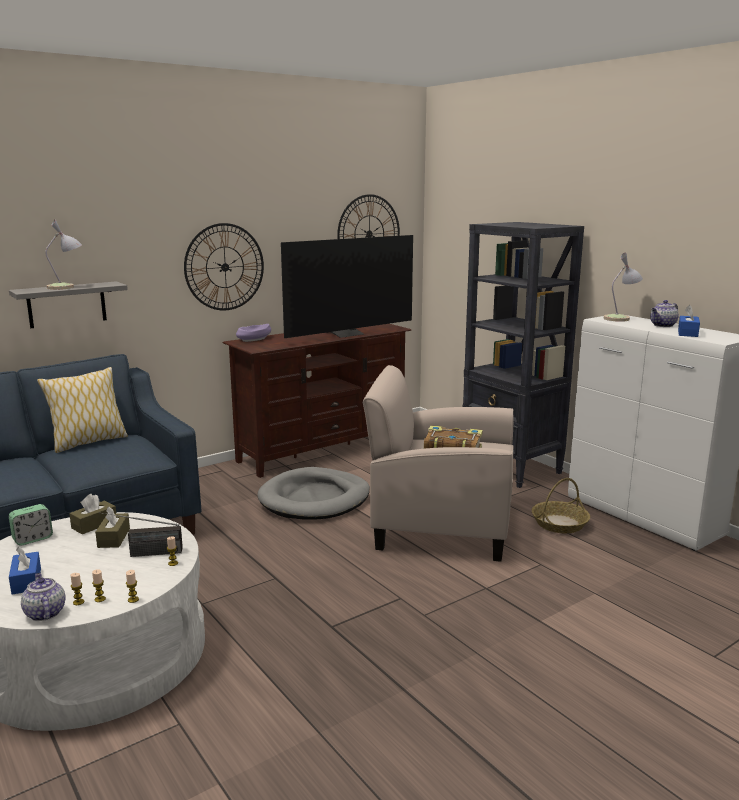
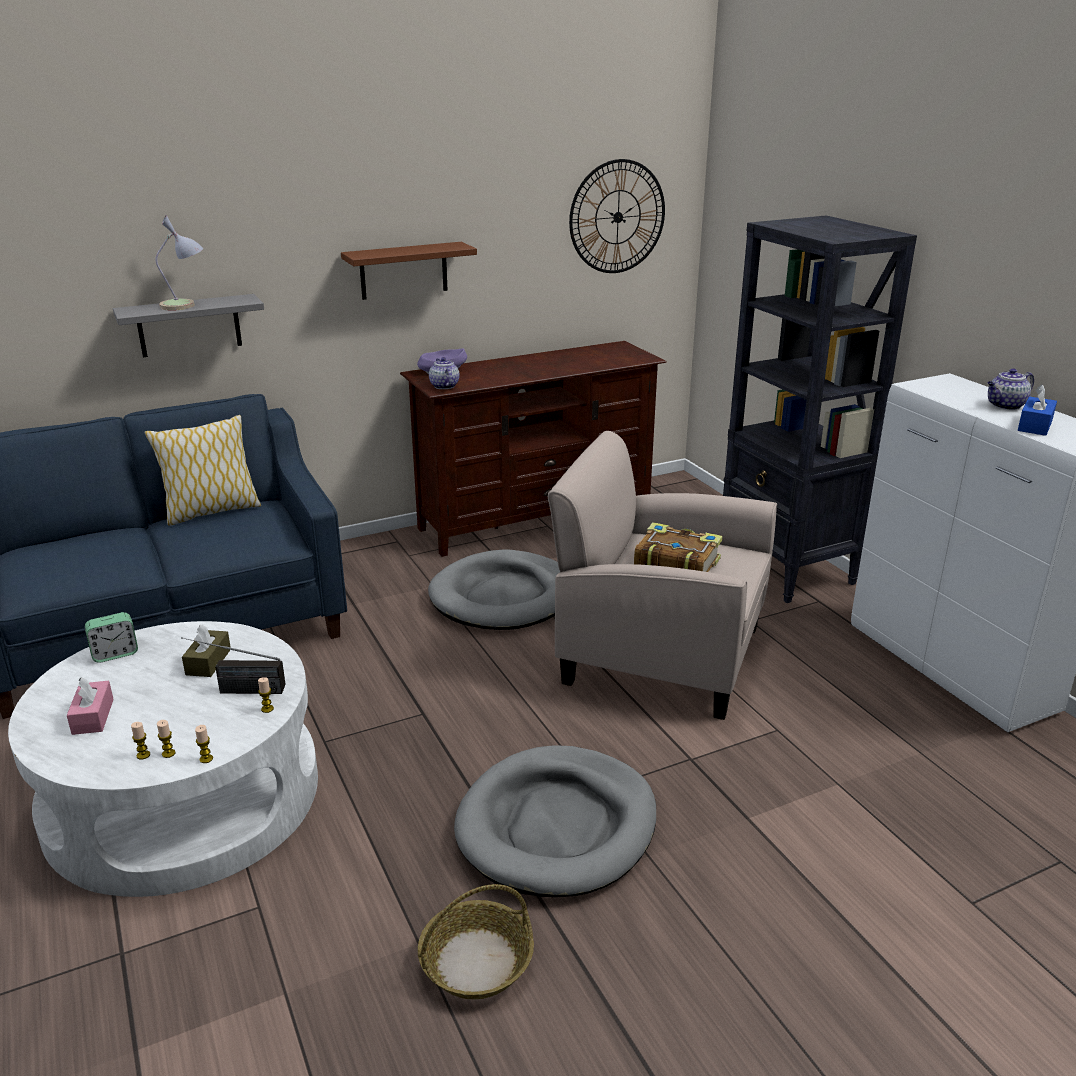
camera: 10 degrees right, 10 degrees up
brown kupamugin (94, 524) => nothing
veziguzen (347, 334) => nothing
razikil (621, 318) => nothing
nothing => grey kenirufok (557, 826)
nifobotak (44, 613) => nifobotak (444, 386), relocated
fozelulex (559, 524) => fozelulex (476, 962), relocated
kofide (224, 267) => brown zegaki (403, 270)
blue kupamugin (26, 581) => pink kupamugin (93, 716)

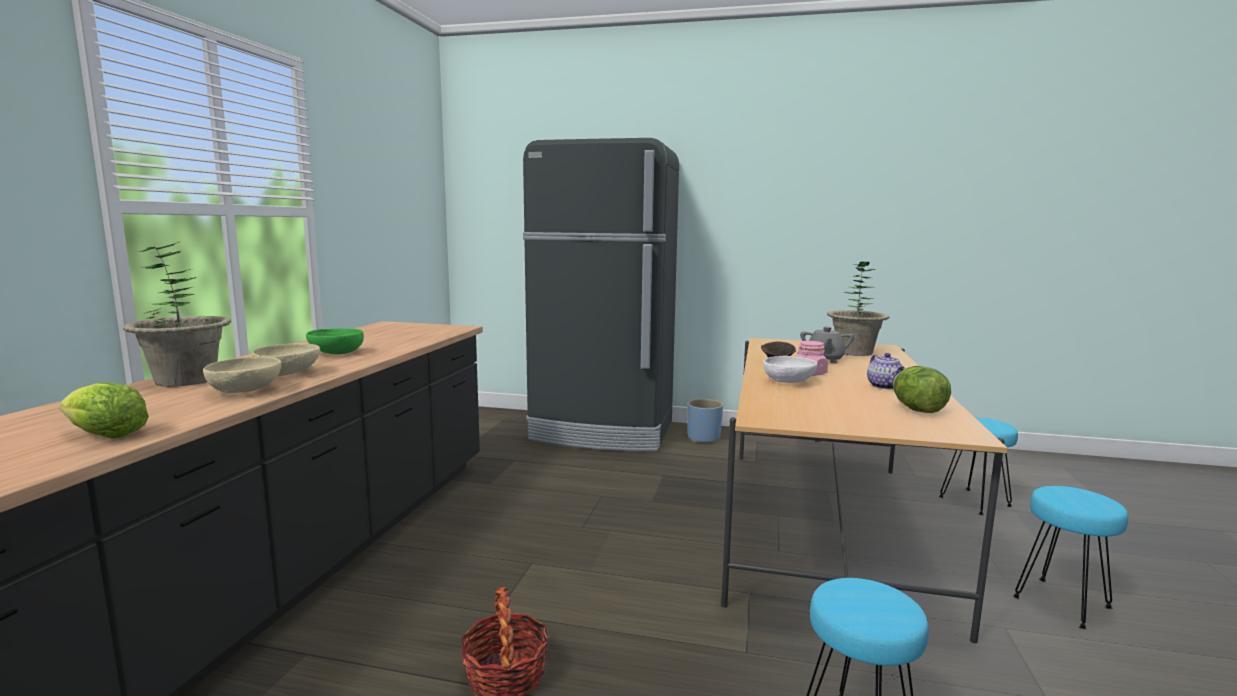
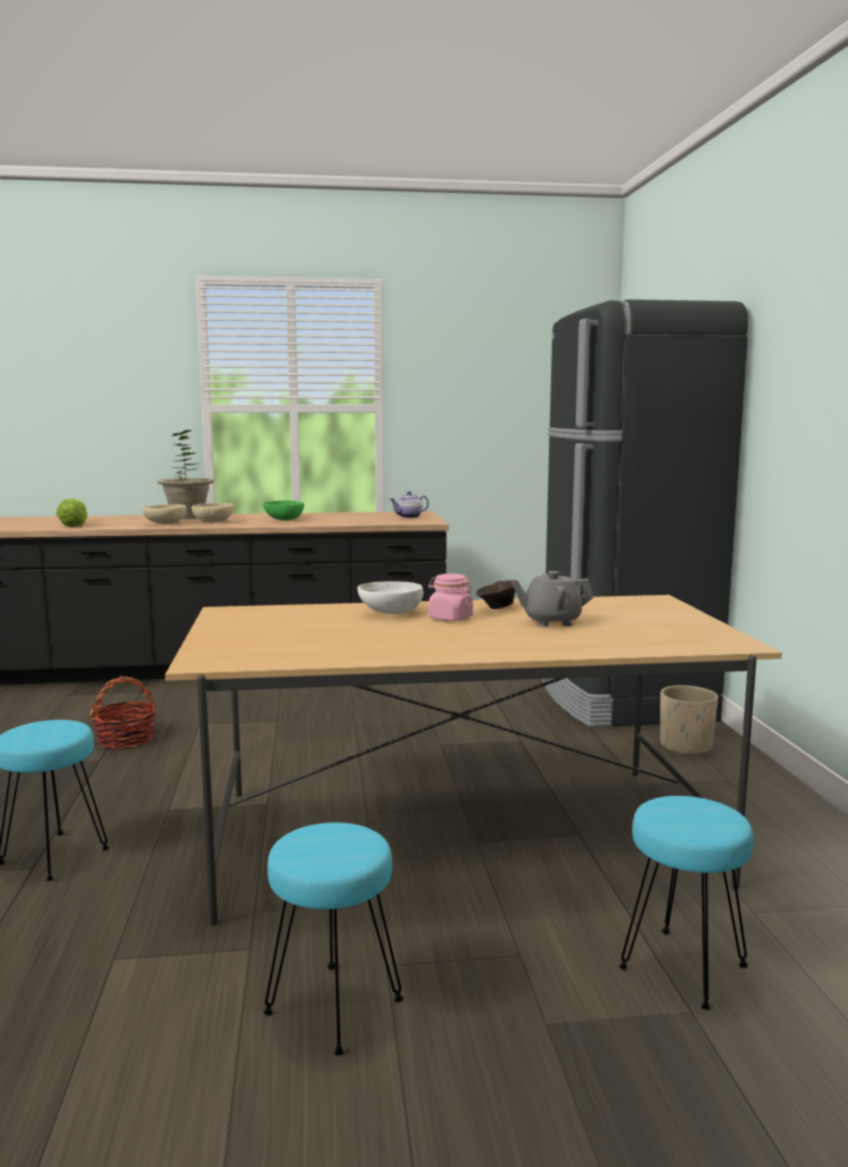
camera: 70 degrees right, 0 degrees up
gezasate (854, 352) => nothing
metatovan (917, 410) => nothing
nifobotak (885, 386) => nifobotak (409, 517), relocated
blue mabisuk (704, 438) => beige mabisuk (685, 747)

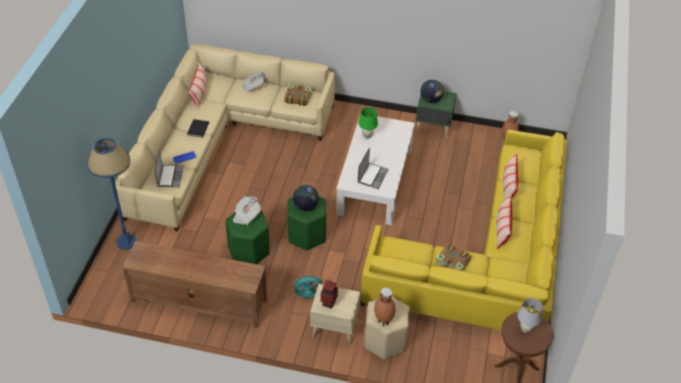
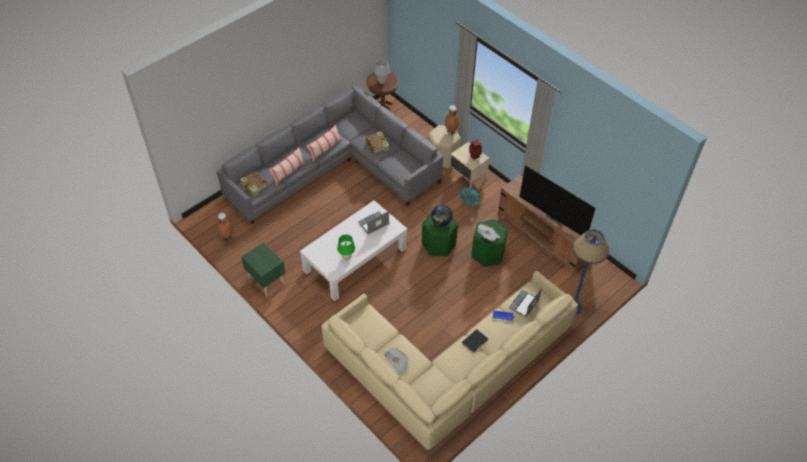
camera: 145 degrees left, 5 degrees up
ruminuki (200, 93) => nothing
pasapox (431, 100) => nothing
nothing => veziguzen (555, 217)
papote (297, 98) => papote (254, 186), relocated
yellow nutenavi (488, 259) => grey nutenavi (335, 168)

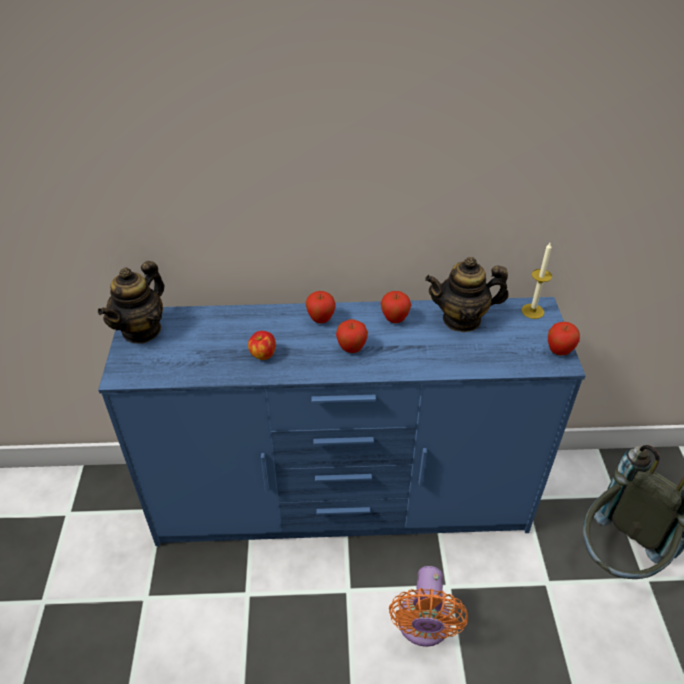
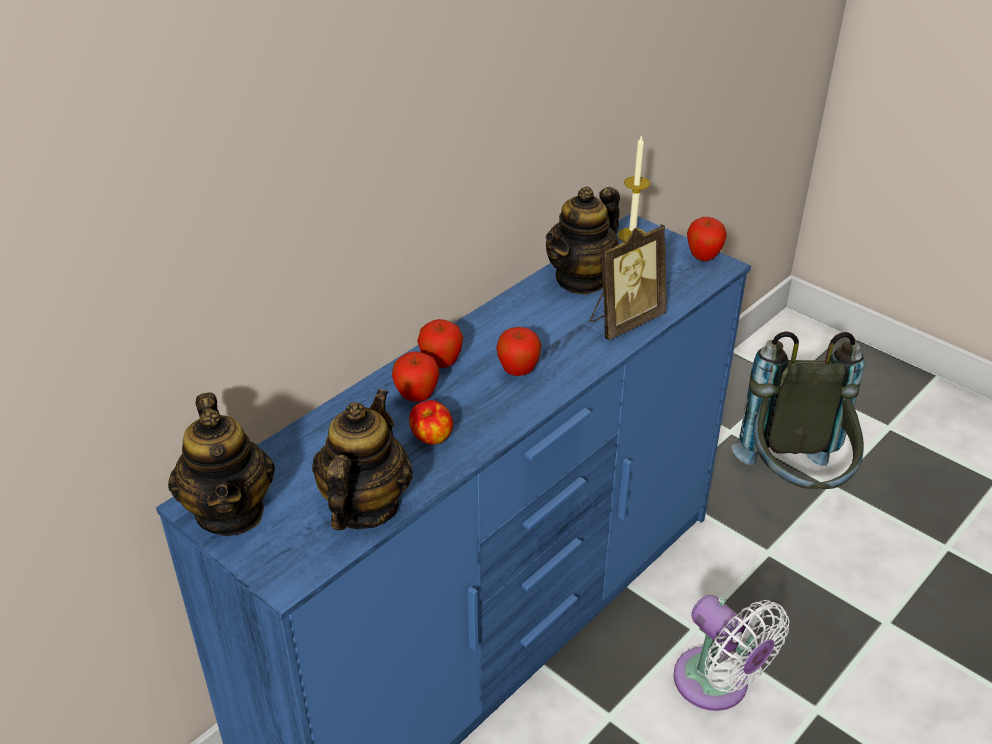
camera: 45 degrees left, 5 degrees down
nothing => nifobotak (364, 507)
nothing => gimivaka (624, 321)
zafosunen (394, 320) => zafosunen (417, 397), relocated
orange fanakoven (423, 626) => white fanakoven (717, 685)

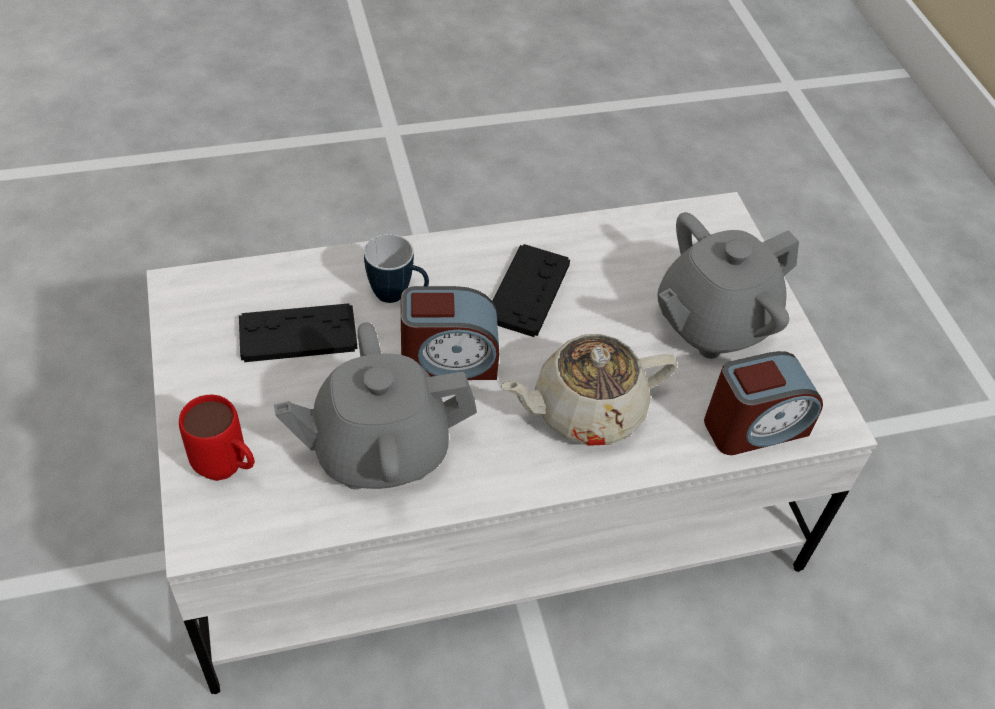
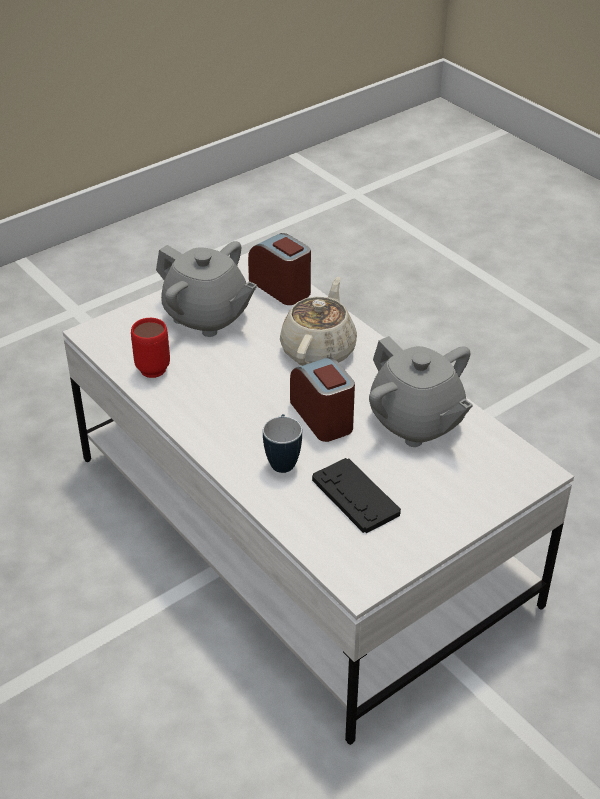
camera: 110 degrees left, 10 degrees down
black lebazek (528, 291) => nothing
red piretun (228, 470) => red piretun (155, 365), relocated
beige nifobotak (585, 410) => beige nifobotak (319, 350), 120 degrees counterclockwise

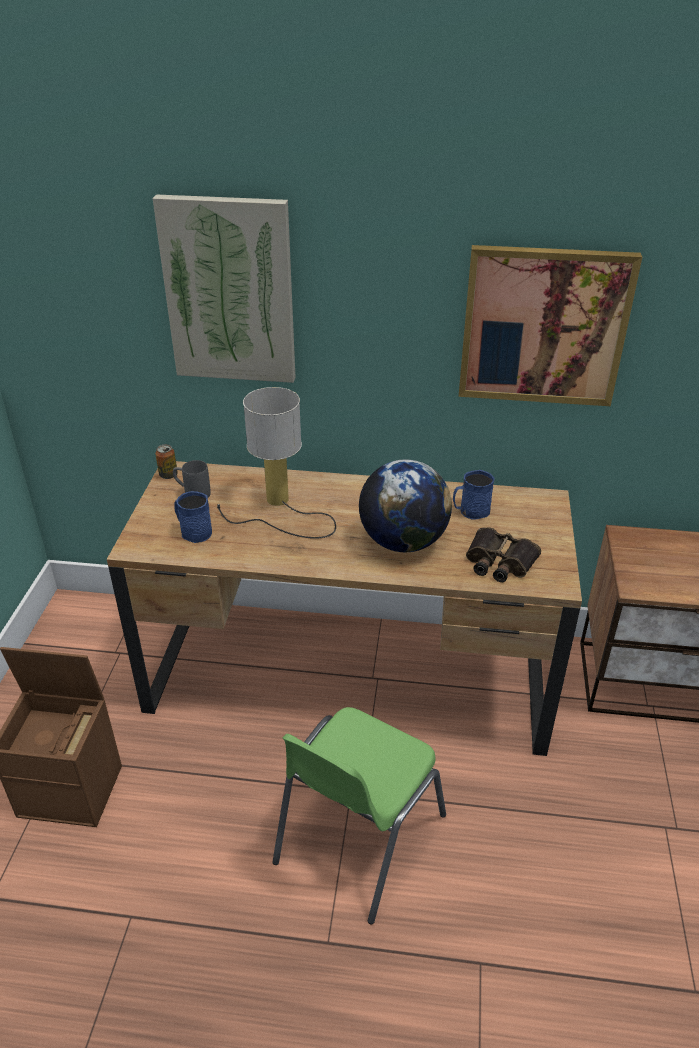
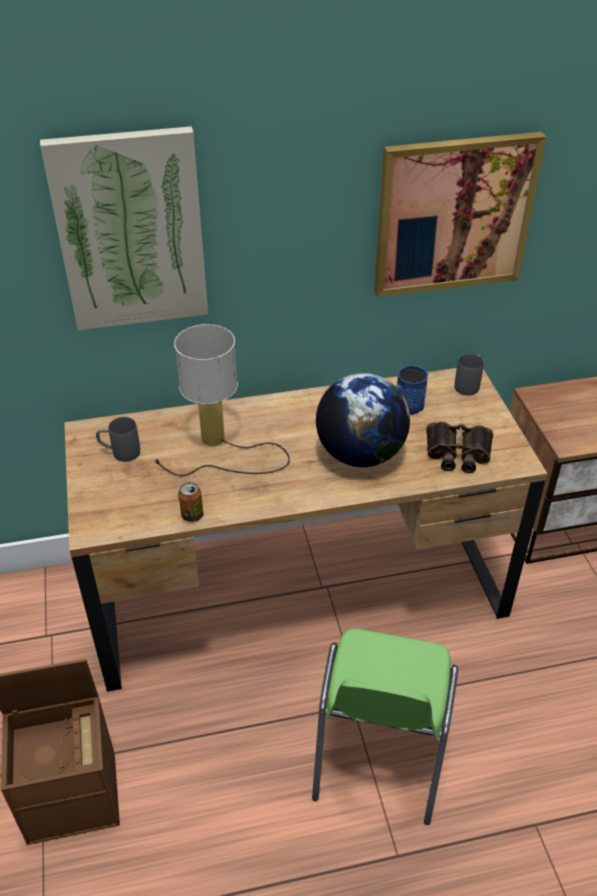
camera: 20 degrees left, 5 degrees up
blue piretun (193, 531) => nothing
nothing => grey piretun (469, 384)
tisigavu (168, 475) => tisigavu (192, 515), relocated

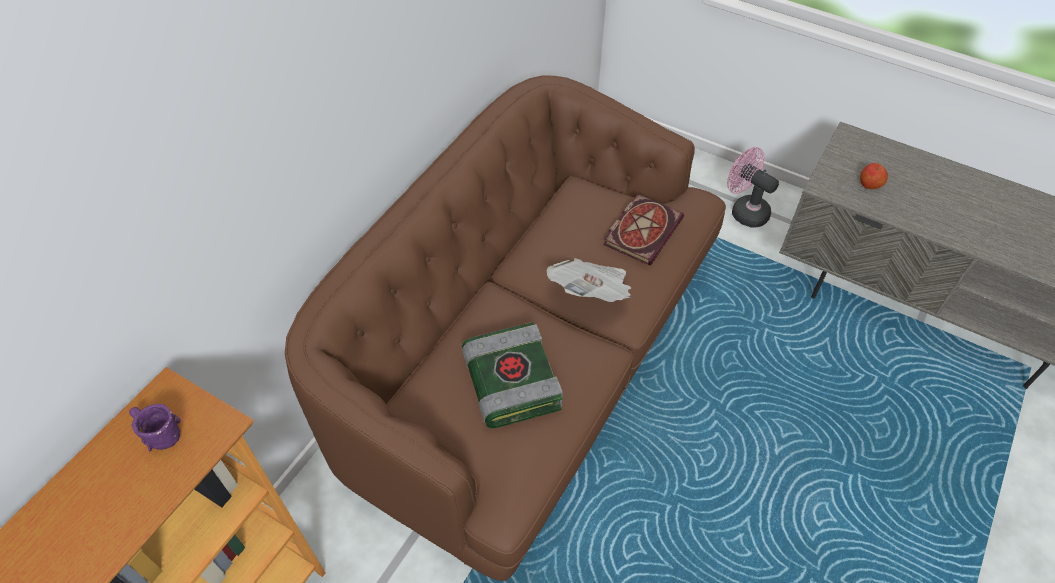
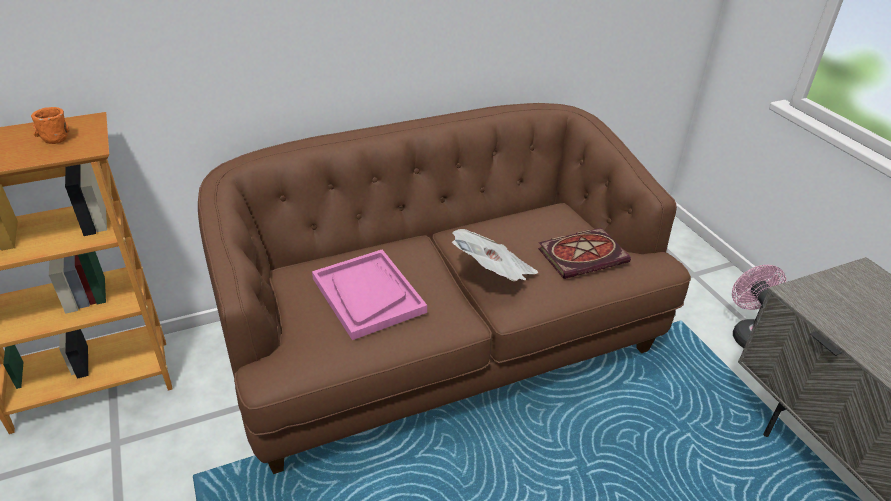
camera: 35 degrees right, 15 degrees down
zafosunen (870, 184) => nothing
papote (510, 381) => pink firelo (368, 295)
purple piretun (156, 434) => orange piretun (54, 135)

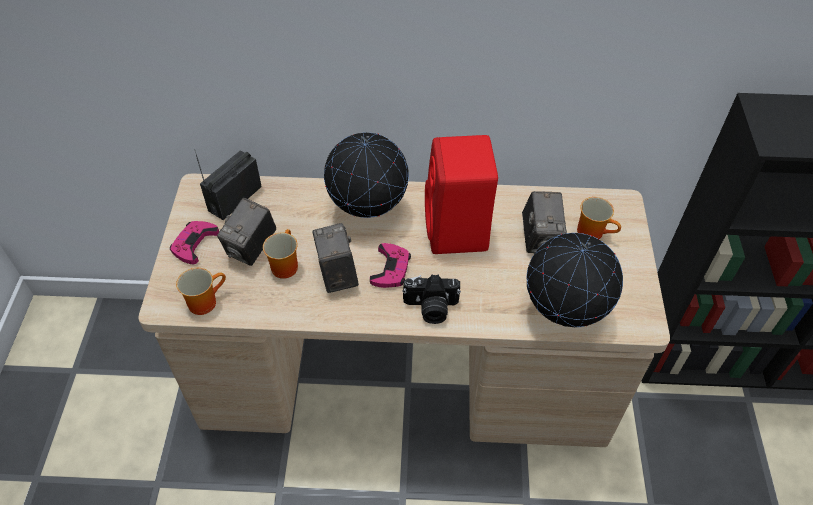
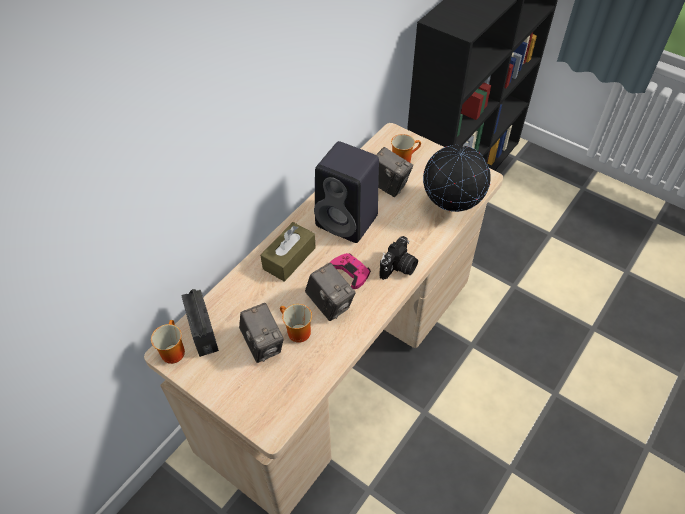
camera: 55 degrees left, 0 degrees up
pink lebazek (194, 244) => nothing
piretun (204, 300) => piretun (171, 350), relocated
pasapox (368, 211) => brown kupamugin (289, 258)
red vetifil (457, 232) => black vetifil (349, 221)
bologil (337, 274) => bologil (330, 304), 150 degrees counterclockwise

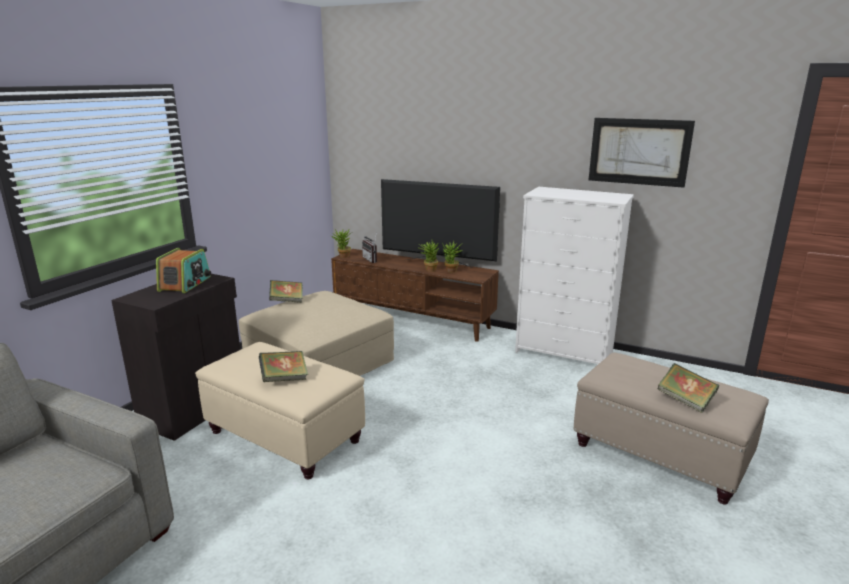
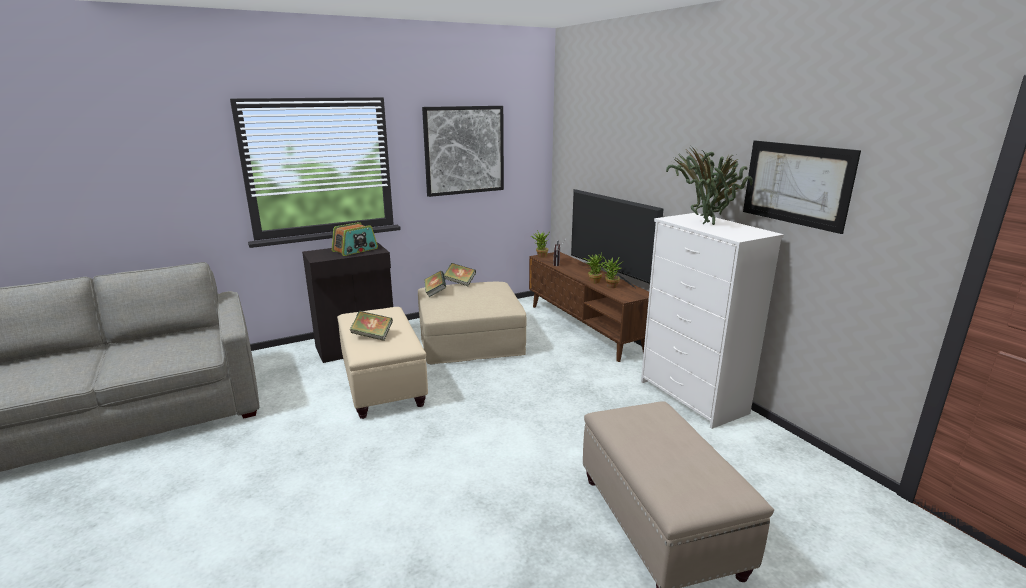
camera: 35 degrees right, 0 degrees up
nothing => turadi (464, 150)
nothing => gezasate (705, 223)
papote (685, 401) => papote (435, 292), relocated

